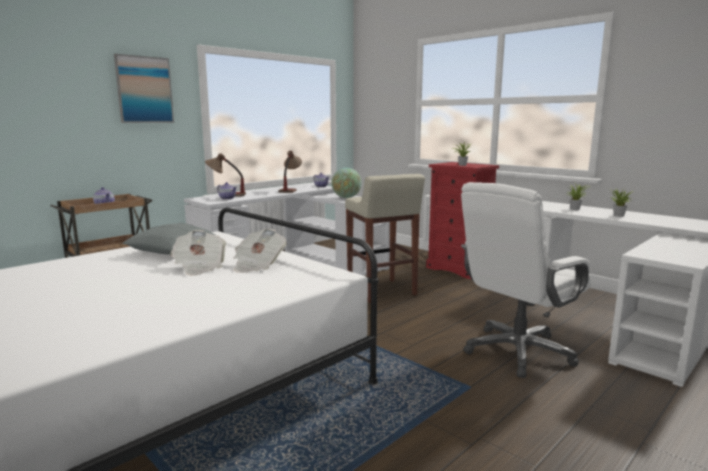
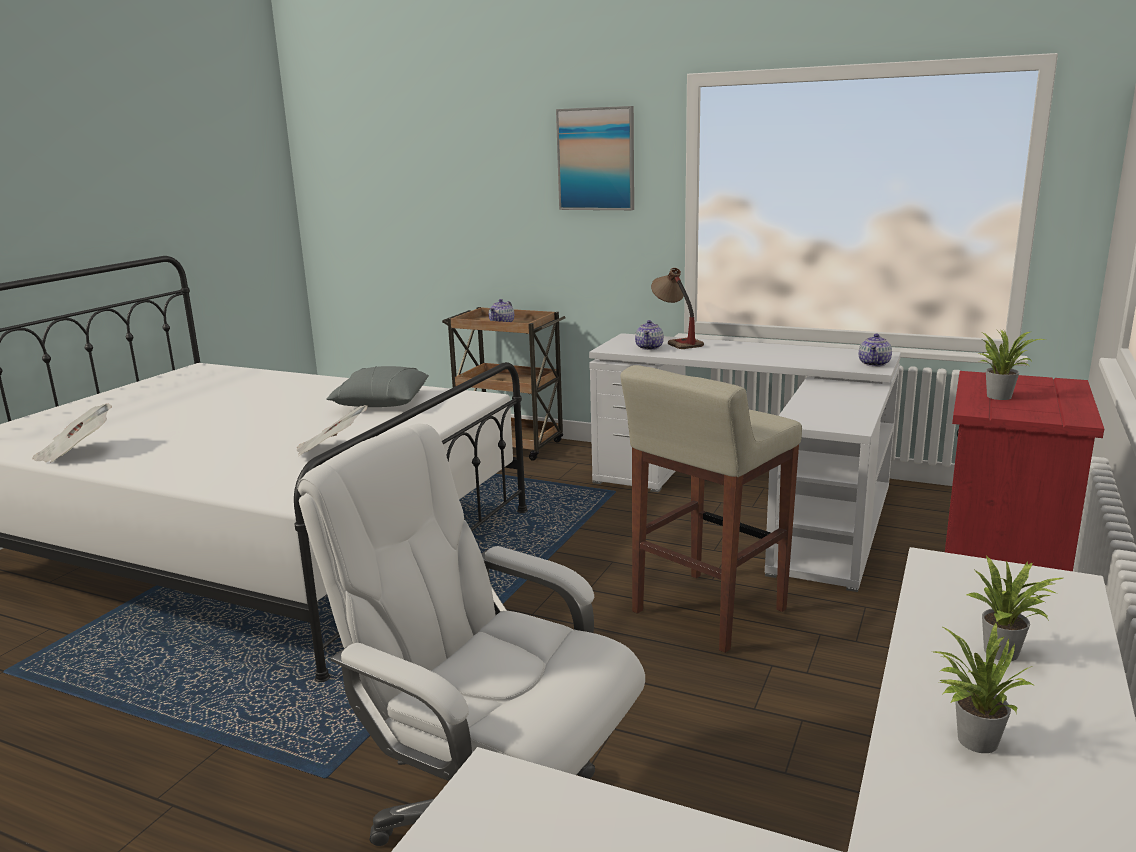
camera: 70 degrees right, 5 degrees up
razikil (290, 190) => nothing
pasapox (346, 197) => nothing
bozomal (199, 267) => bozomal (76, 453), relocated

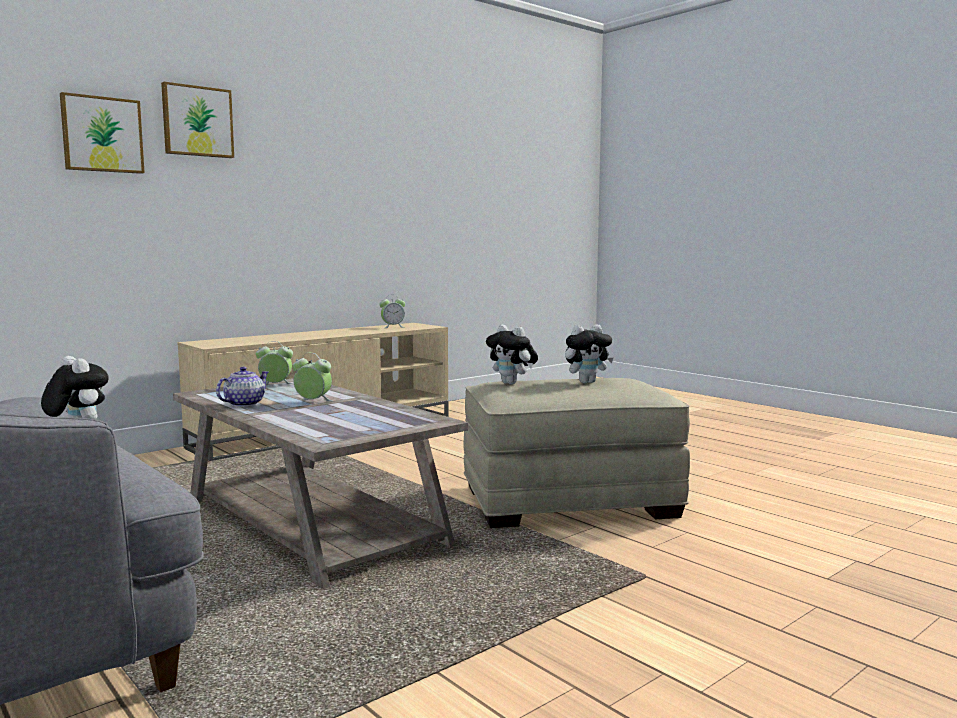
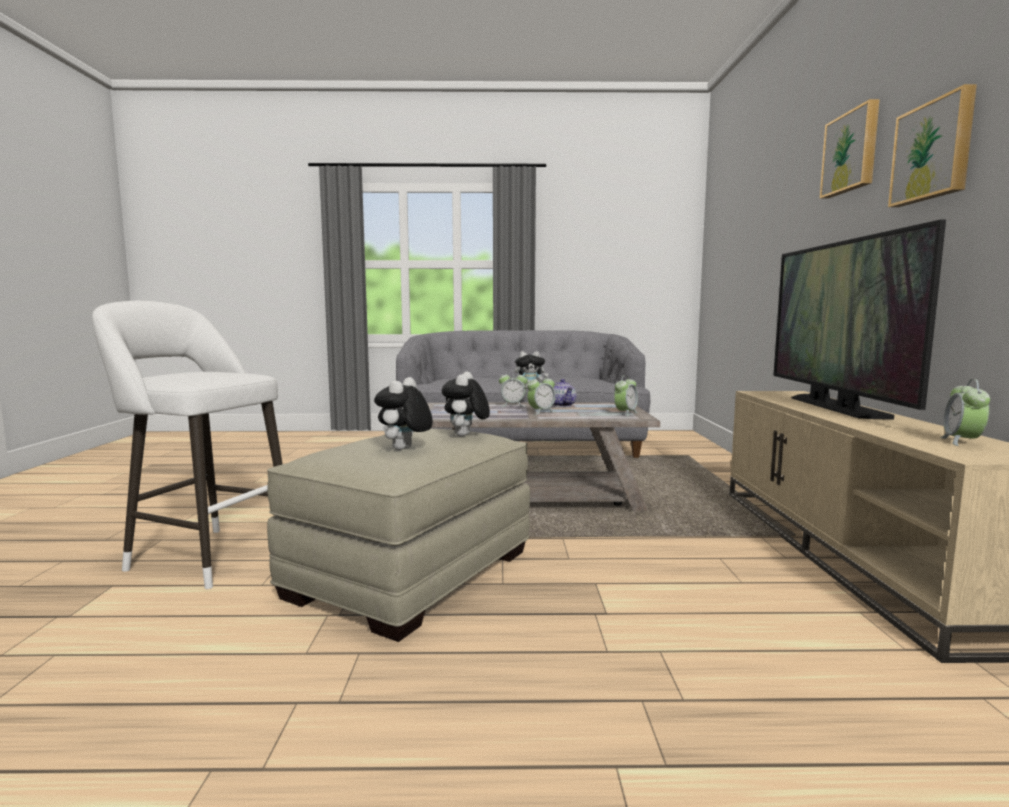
camera: 130 degrees right, 0 degrees up
nothing => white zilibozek (206, 555)
nothing => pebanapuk (513, 405)
nothing => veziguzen (835, 407)
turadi (102, 134) => turadi (934, 151), relocated
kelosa (512, 383) => kelosa (465, 436), 75 degrees counterclockwise

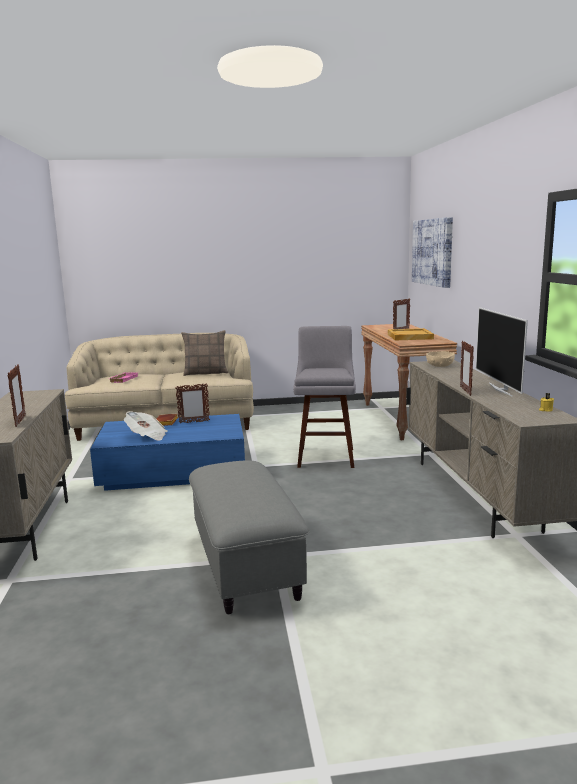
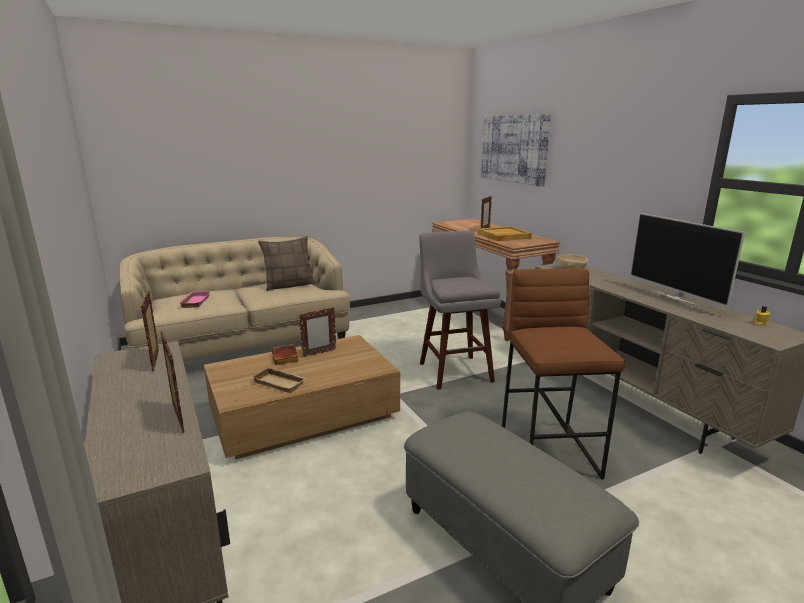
camera: 20 degrees left, 5 degrees up
nothing => brown zilibozek (550, 451)
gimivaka (465, 391) => gimivaka (156, 360), relocated
bozomal (147, 436) => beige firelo (280, 382)
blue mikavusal (174, 471) => brown mikavusal (304, 415)

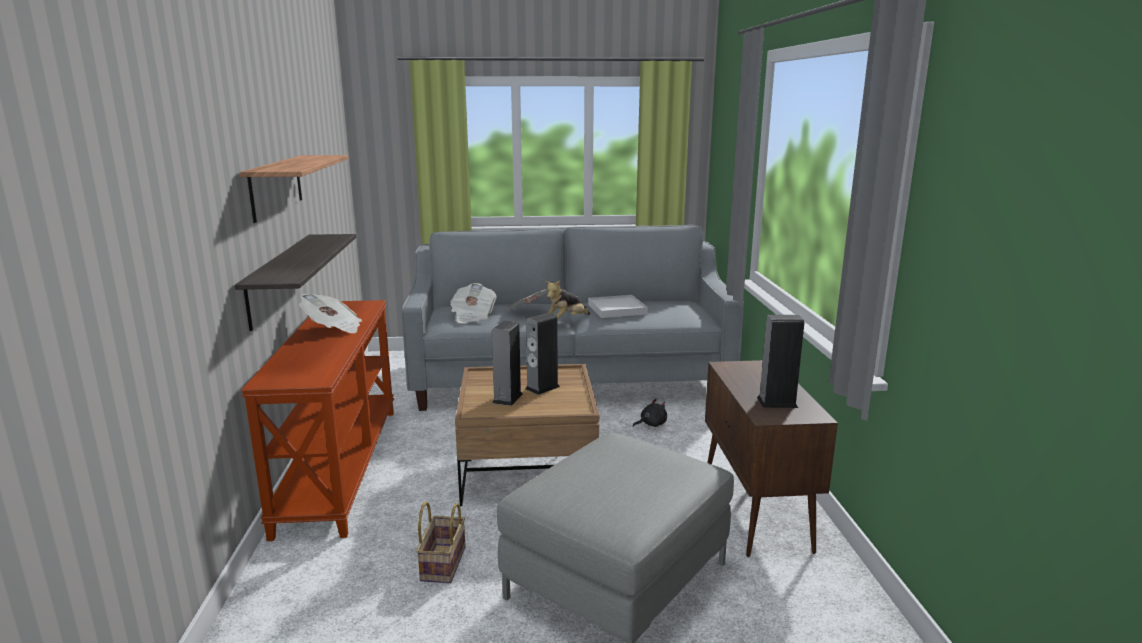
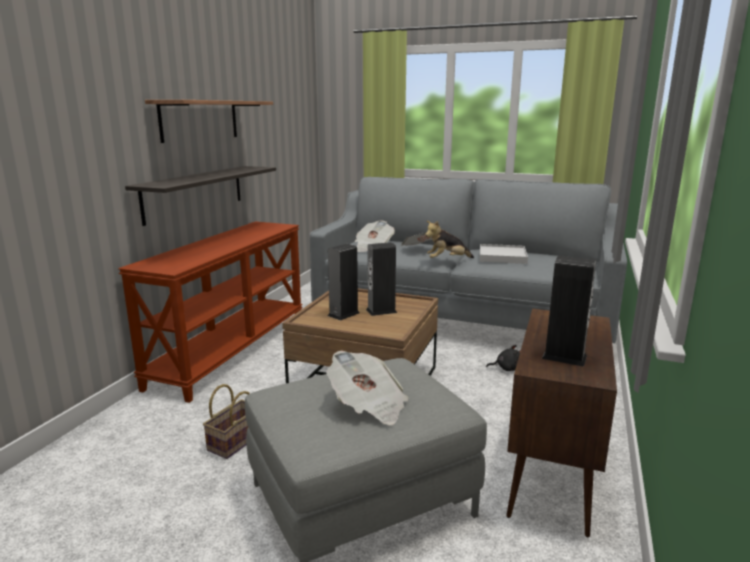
camera: 25 degrees right, 0 degrees up
bozomal (333, 328) => bozomal (368, 406), relocated

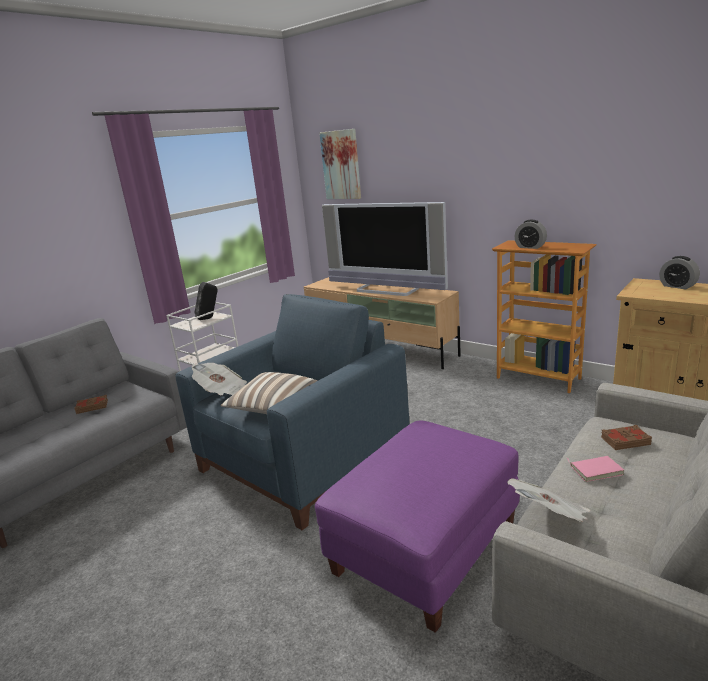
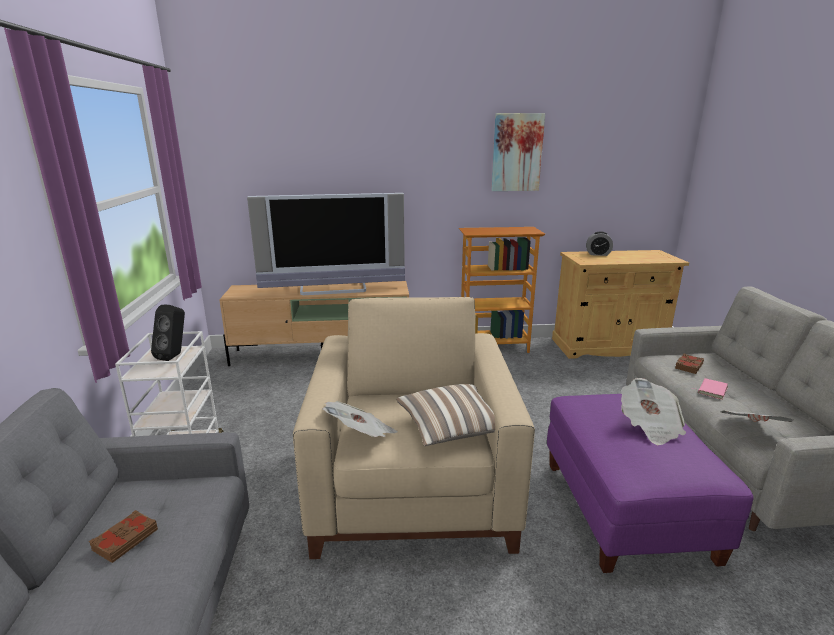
camera: 45 degrees left, 0 degrees up
pebanapuk (530, 247) => nothing
nothing => bozomal (649, 426)
turadi (341, 165) => turadi (517, 152), relocated
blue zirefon (303, 459) => beige zirefon (413, 488)

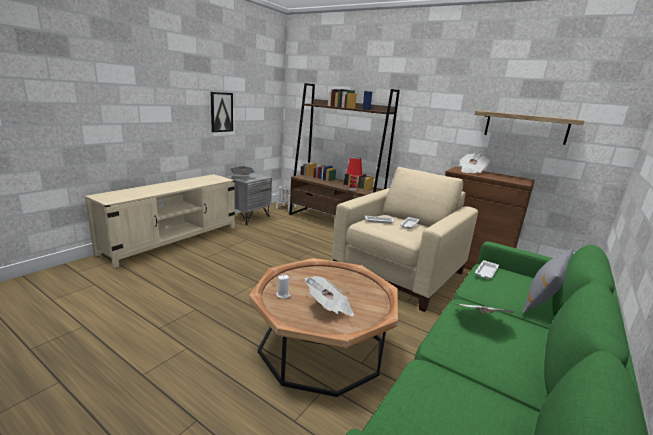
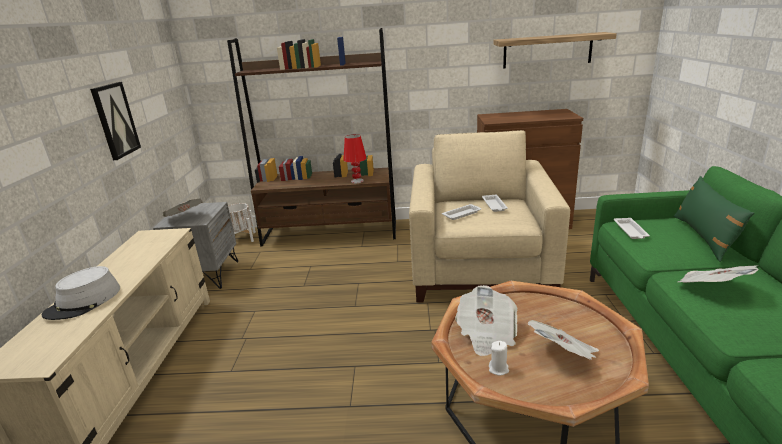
camera: 30 degrees left, 5 degrees up
nothing => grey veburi (84, 302)
bozomal (471, 171) => bozomal (486, 334), relocated
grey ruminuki (543, 298) => green ruminuki (704, 237)

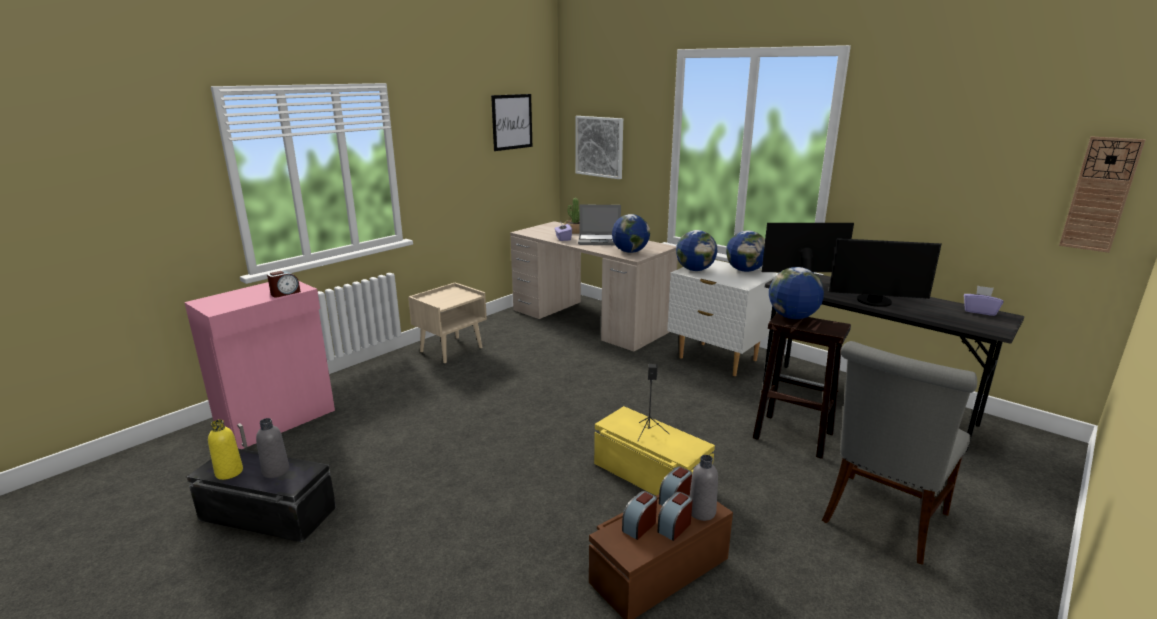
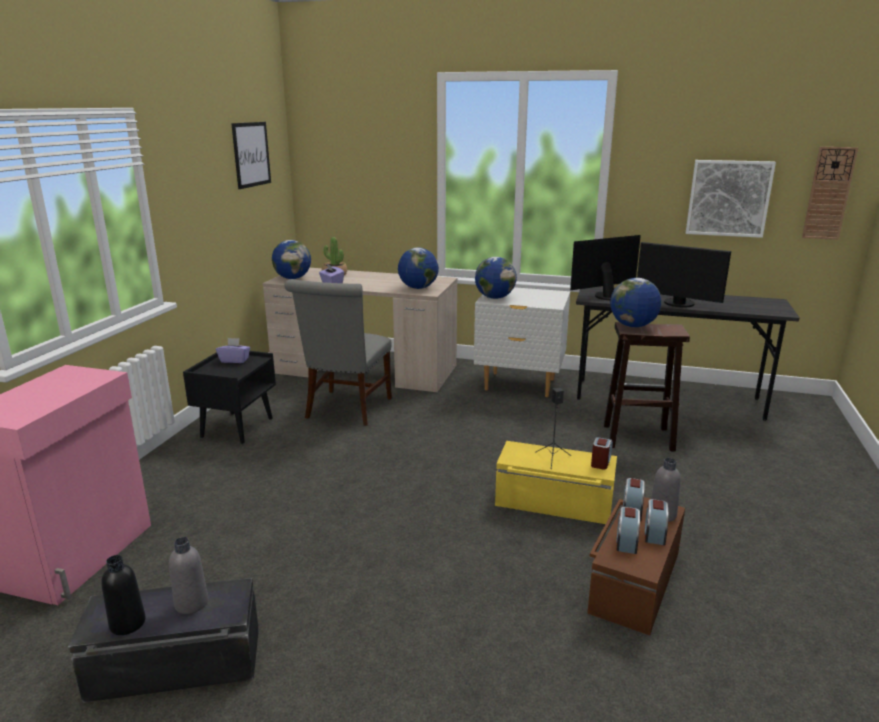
camera: 25 degrees left, 0 degrees up
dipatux (600, 241) => nothing
pebanapuk (285, 293) => pebanapuk (601, 462), relocated
turadi (599, 146) => turadi (728, 198), relocated
pasapox (745, 270) => pasapox (293, 278), relocated
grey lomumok (882, 521) => grey lomumok (346, 410), relocated
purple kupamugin (979, 311) => purple kupamugin (234, 360), relocated
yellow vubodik (229, 472) => black vubodik (127, 623)
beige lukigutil (451, 349) => black lukigutil (237, 427)
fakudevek (875, 302) => fakudevek (678, 304), 45 degrees clockwise

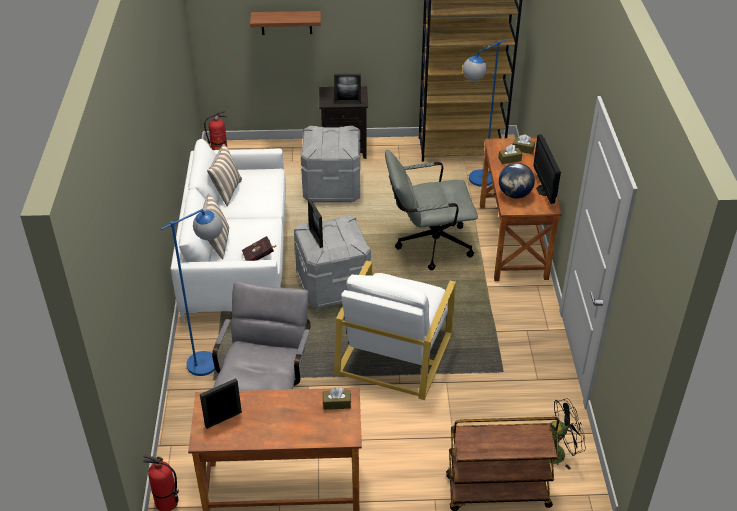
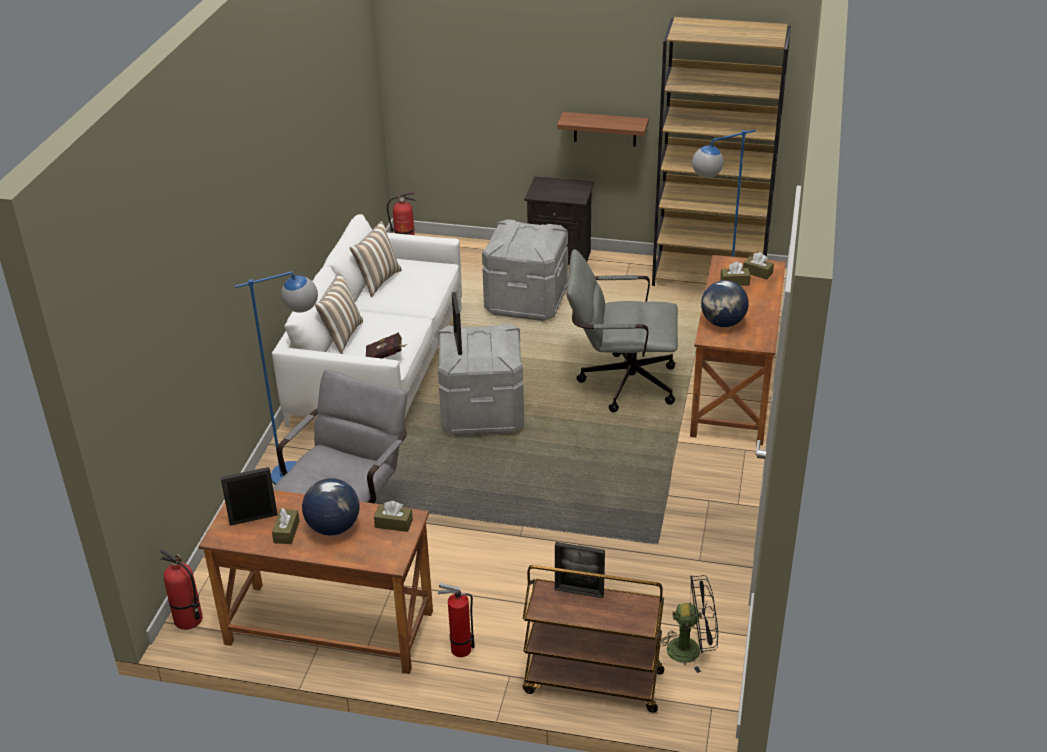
camera: 15 degrees right, 5 degrees down
white zirefon (394, 352) => nothing
fakudevek (544, 190) => nothing
nothing => brown kupamugin (286, 532)
nothing => pasapox (333, 527)
nothing => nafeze (458, 649)
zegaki (286, 22) => zegaki (605, 129), relocated
gimivaka (347, 102) => gimivaka (579, 592), relocated

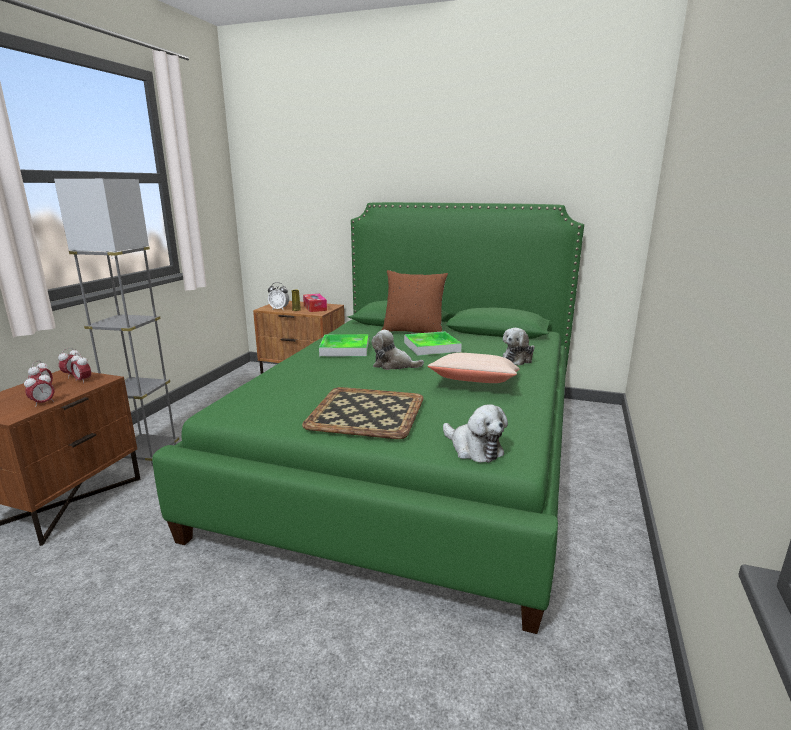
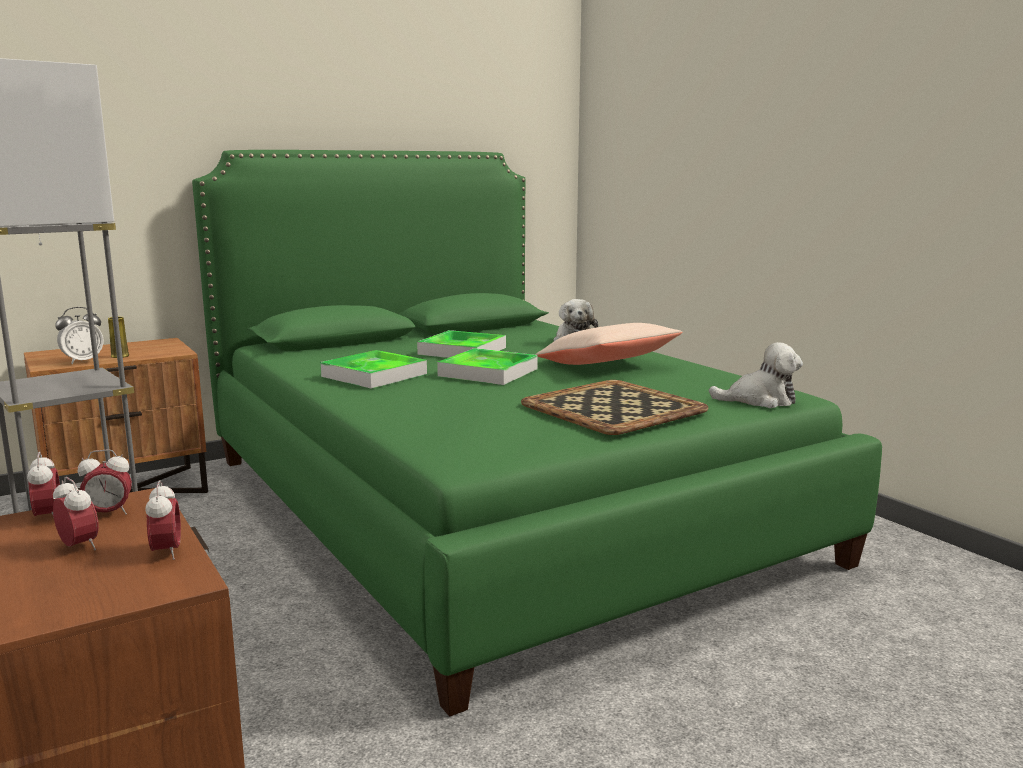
camera: 50 degrees left, 5 degrees down
kupamugin (315, 307) => nothing
brown ruminuki (413, 331) => nothing
kelosa (393, 365) => firelo (488, 372)

